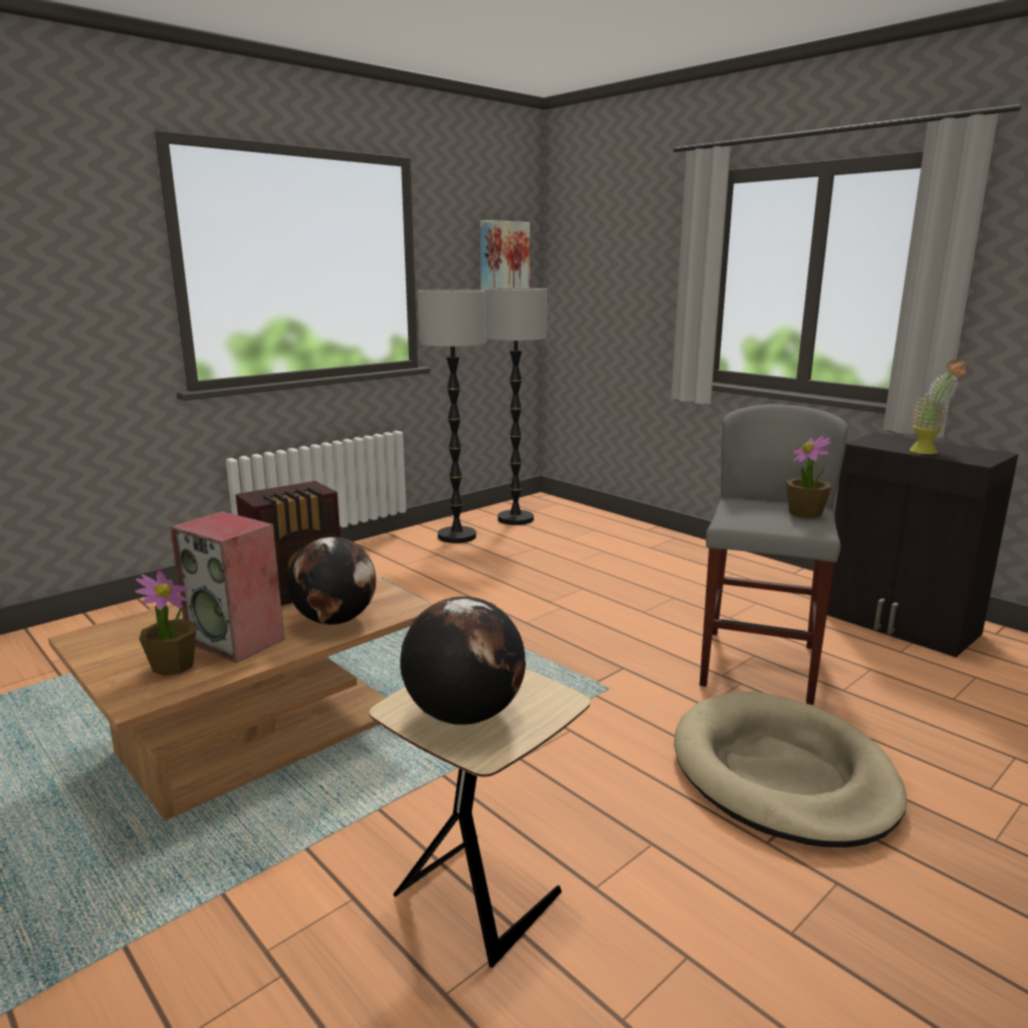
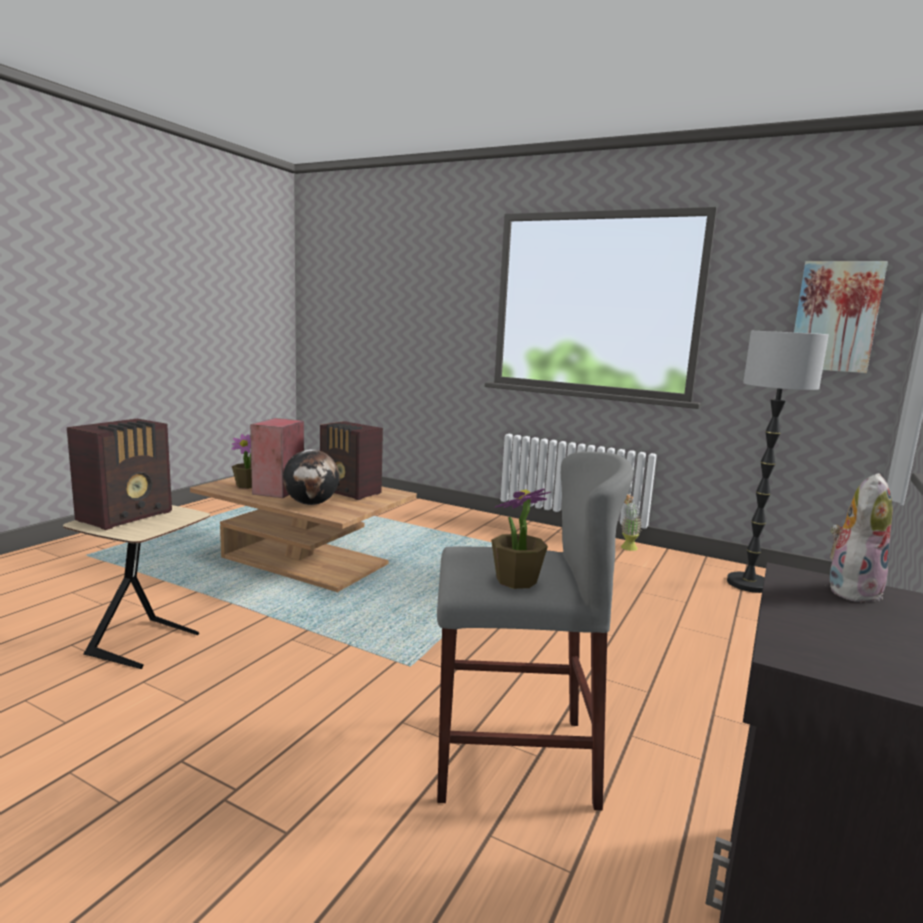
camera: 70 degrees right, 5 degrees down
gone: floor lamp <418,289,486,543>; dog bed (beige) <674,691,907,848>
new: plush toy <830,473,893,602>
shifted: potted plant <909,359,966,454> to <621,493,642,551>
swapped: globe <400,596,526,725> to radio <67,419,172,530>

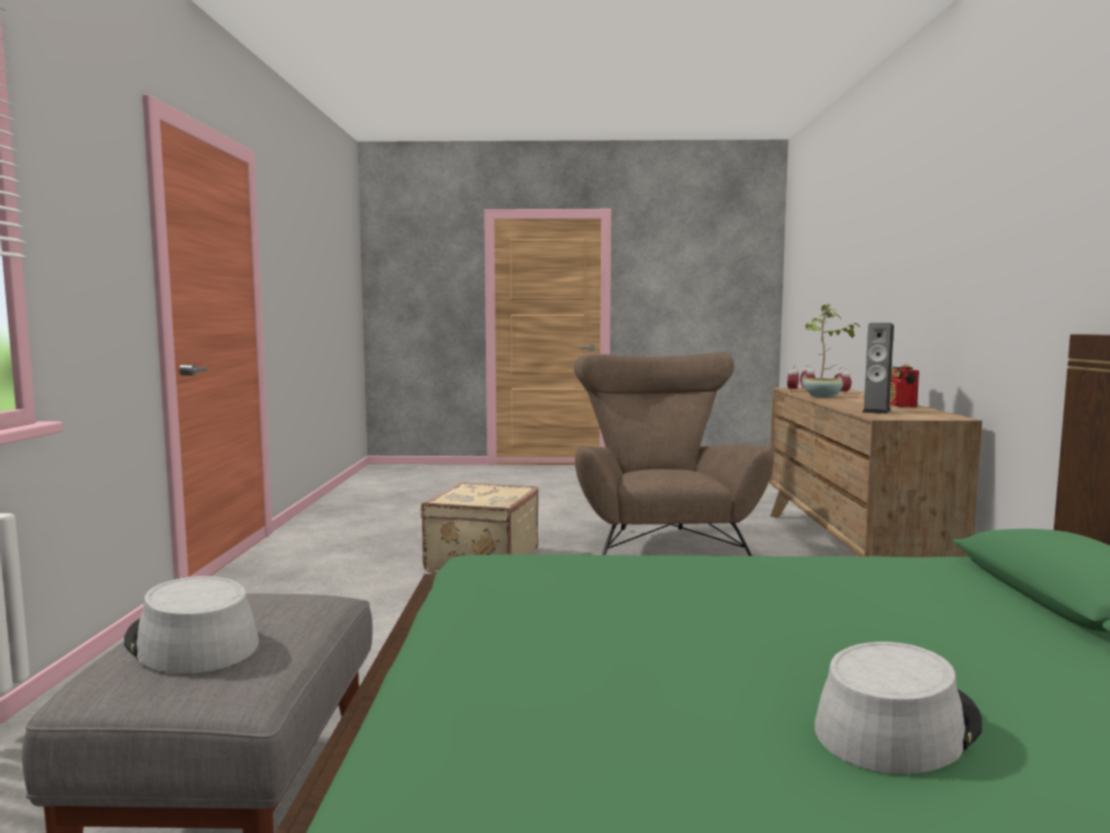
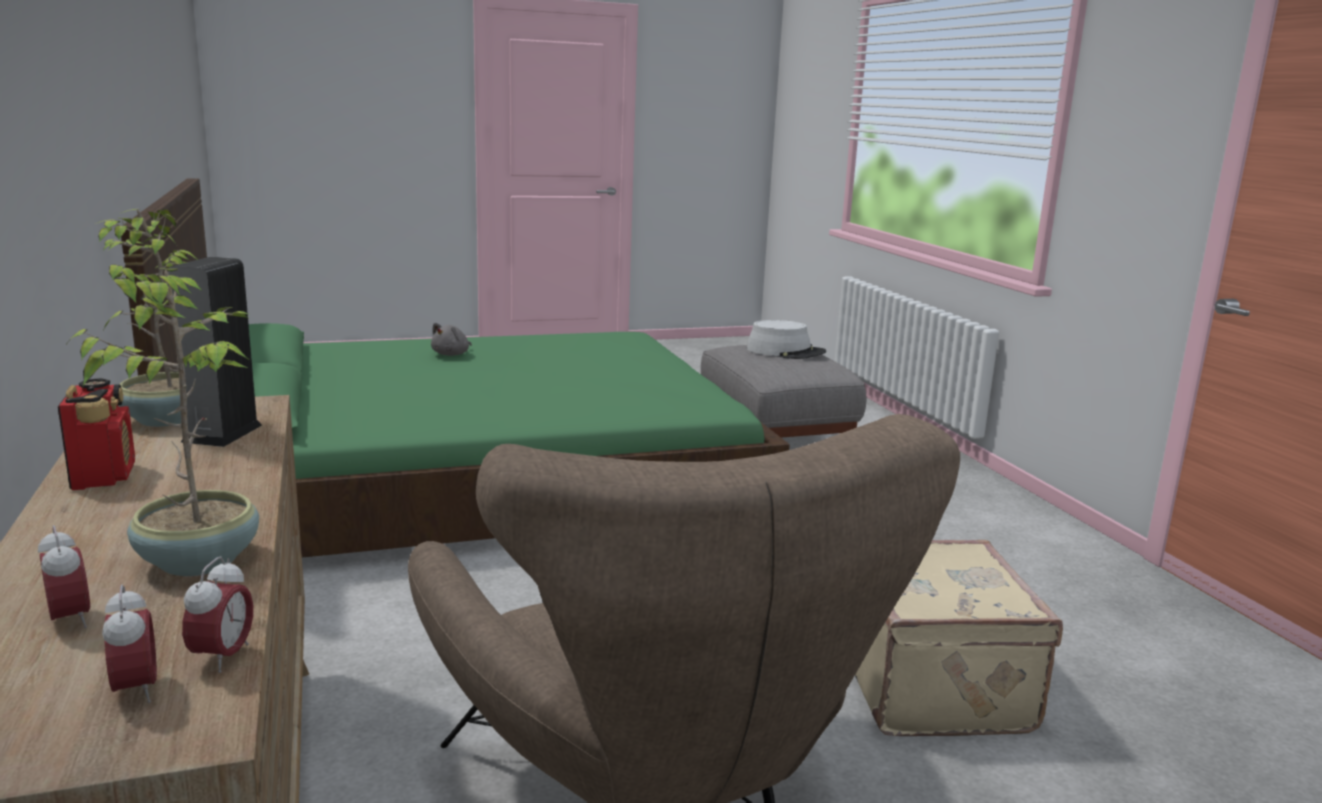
camera: 160 degrees right, 10 degrees up
new: potted plant <95,209,198,427>
swapped: hat (grey) <815,642,983,774> to plush toy (grey) <431,323,472,356>

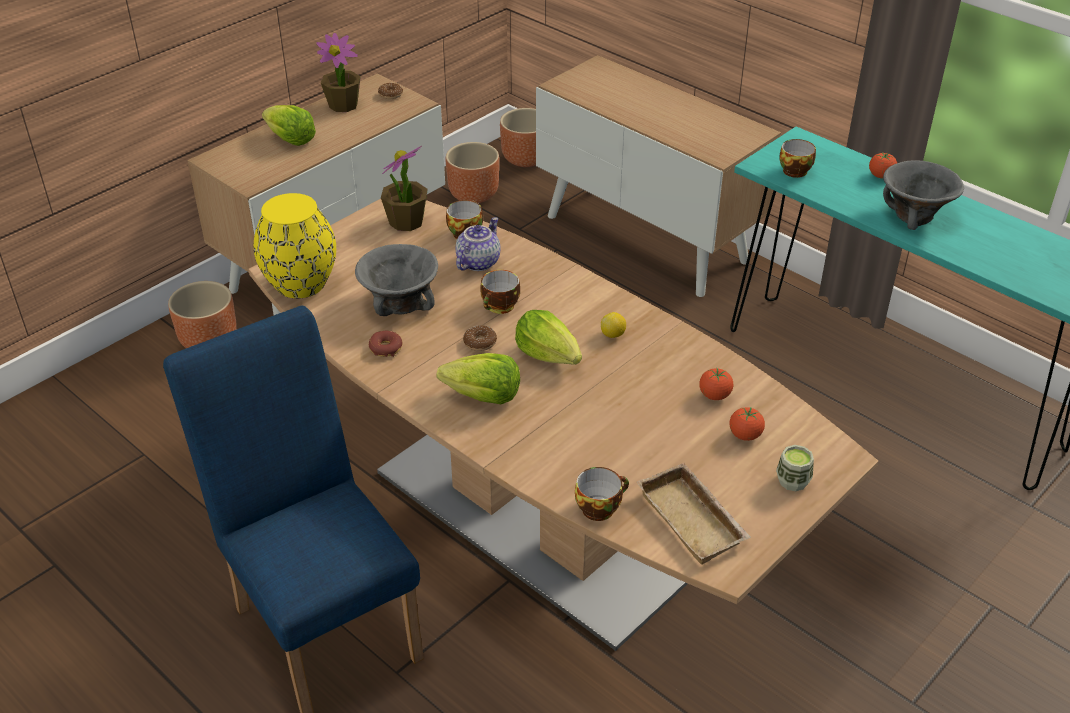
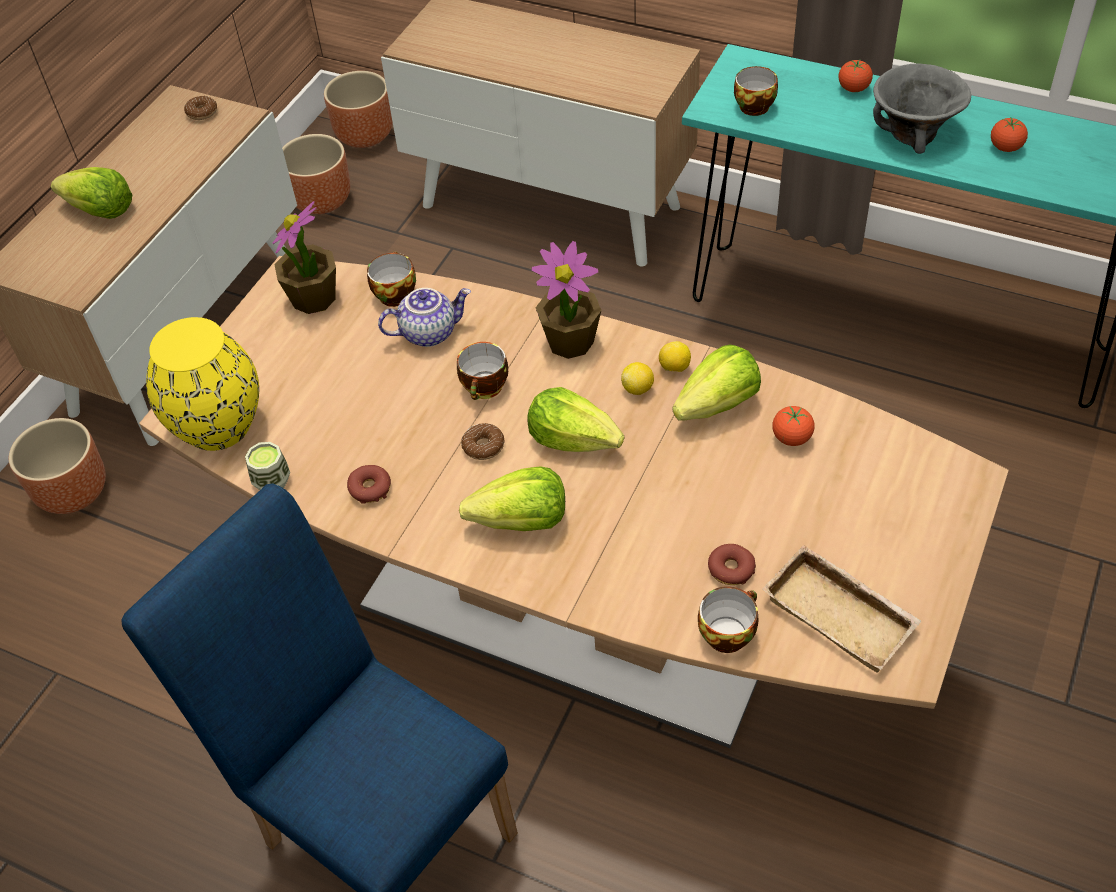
camera: 15 degrees left, 10 degrees up
gone: bowl (grey) <355,244,438,316>
new: lemon <659,341,691,372>; lettuce <673,344,761,421>; donut <708,544,756,585>
shifted: potted plant <316,33,361,112> to <532,241,602,359>; tomato <729,407,765,441> to <991,117,1028,152>; cup <776,445,814,491> to <245,442,290,490>
rotated: teapot <456,217,501,271> = <378,288,471,347> 60 degrees clockwise

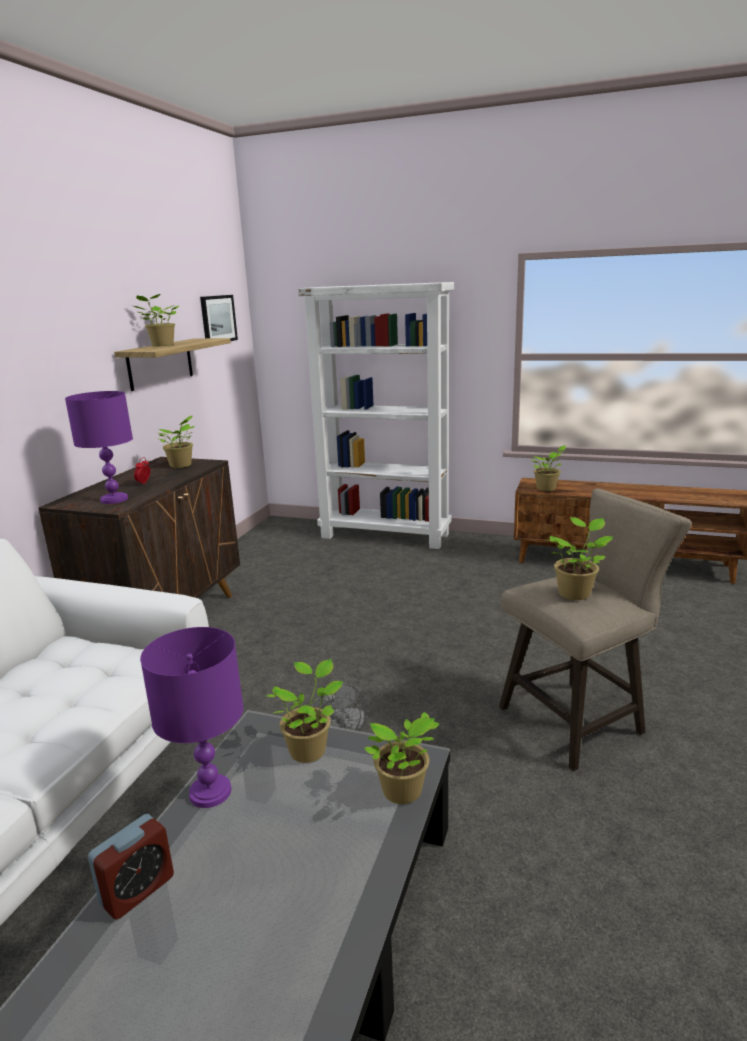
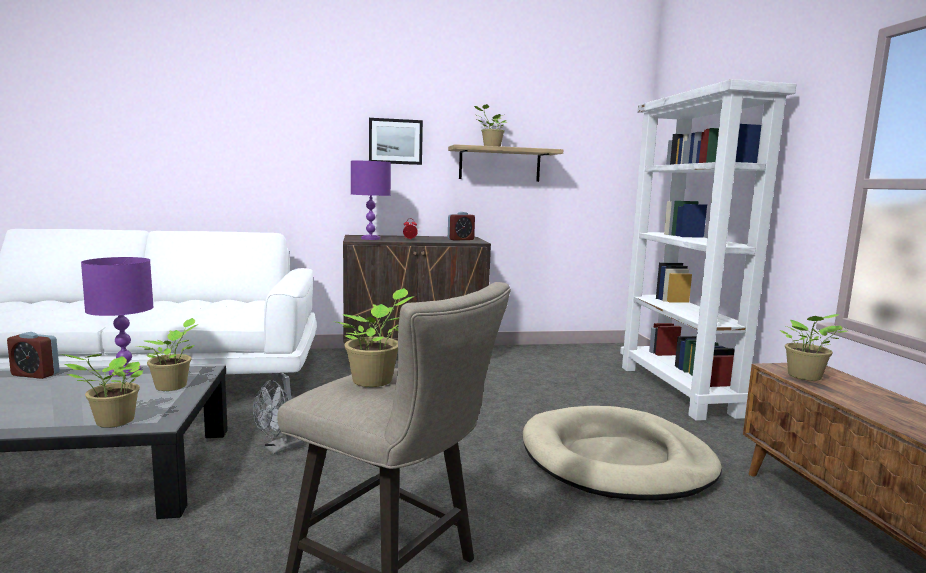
camera: 60 degrees right, 10 degrees down
new: dog bed (beige) <523,406,722,501>
shifted: picture <200,295,238,341> to <369,118,423,165>
swapped: potted plant <159,415,195,468> to alarm clock <448,212,475,241>

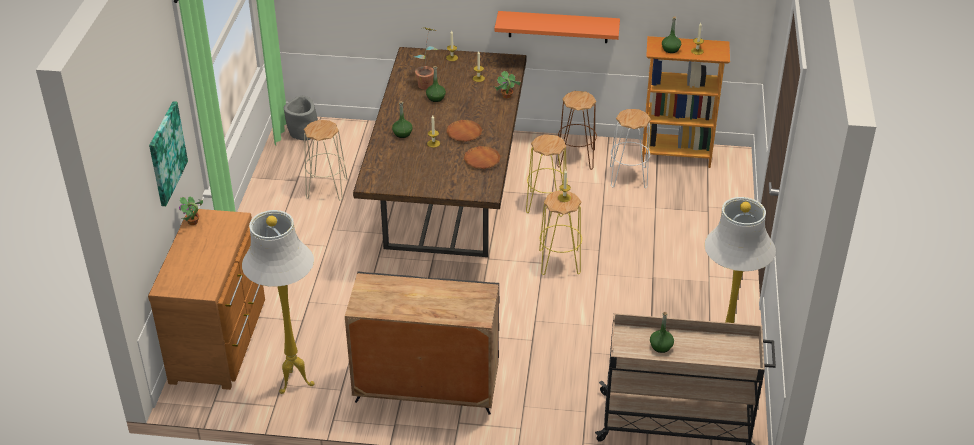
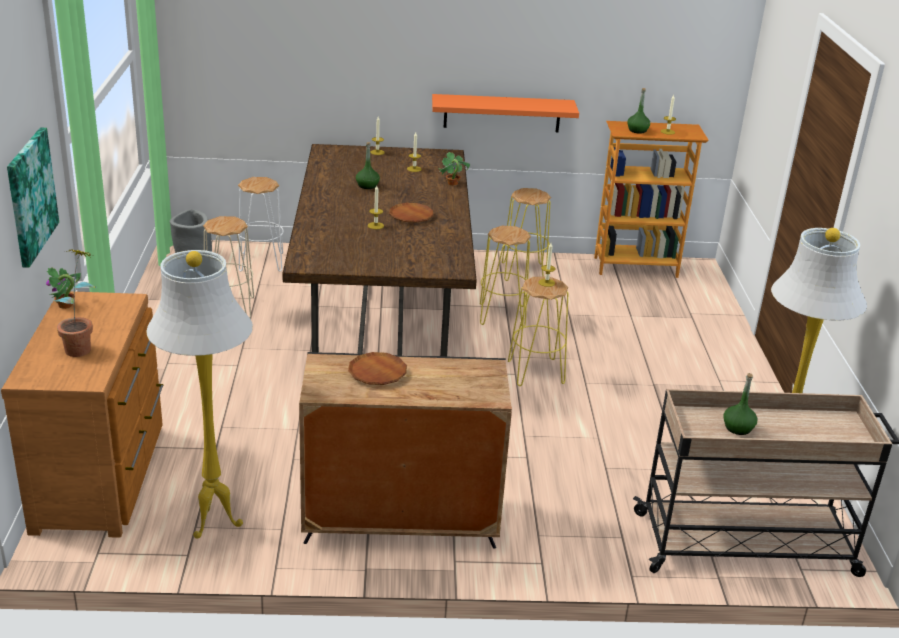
camera: 10 degrees left, 10 degrees down
gone: bottle (green) <392,101,413,138>
shifted: potted plant <415,28,438,90> to <54,249,97,357>; plate (brown) <464,146,501,169> to <348,352,407,385>; stool (white) <610,109,651,188> to <238,177,284,271>
repainted: stool (brown) <557,91,597,170> to stool (yellow) <502,188,551,281>

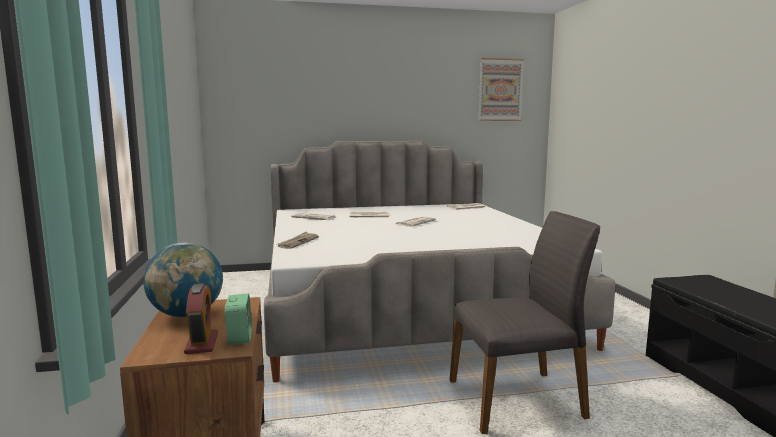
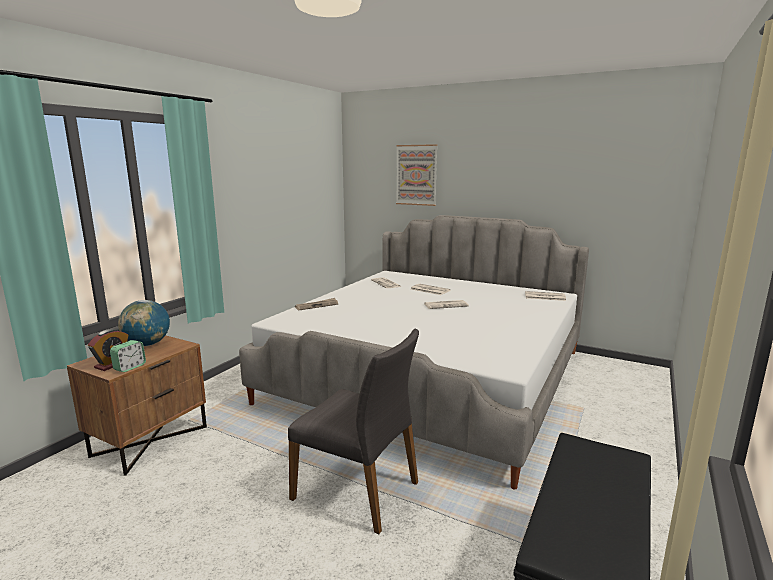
camera: 40 degrees right, 5 degrees up
shifted: picture <478,58,524,121> to <396,144,438,206>

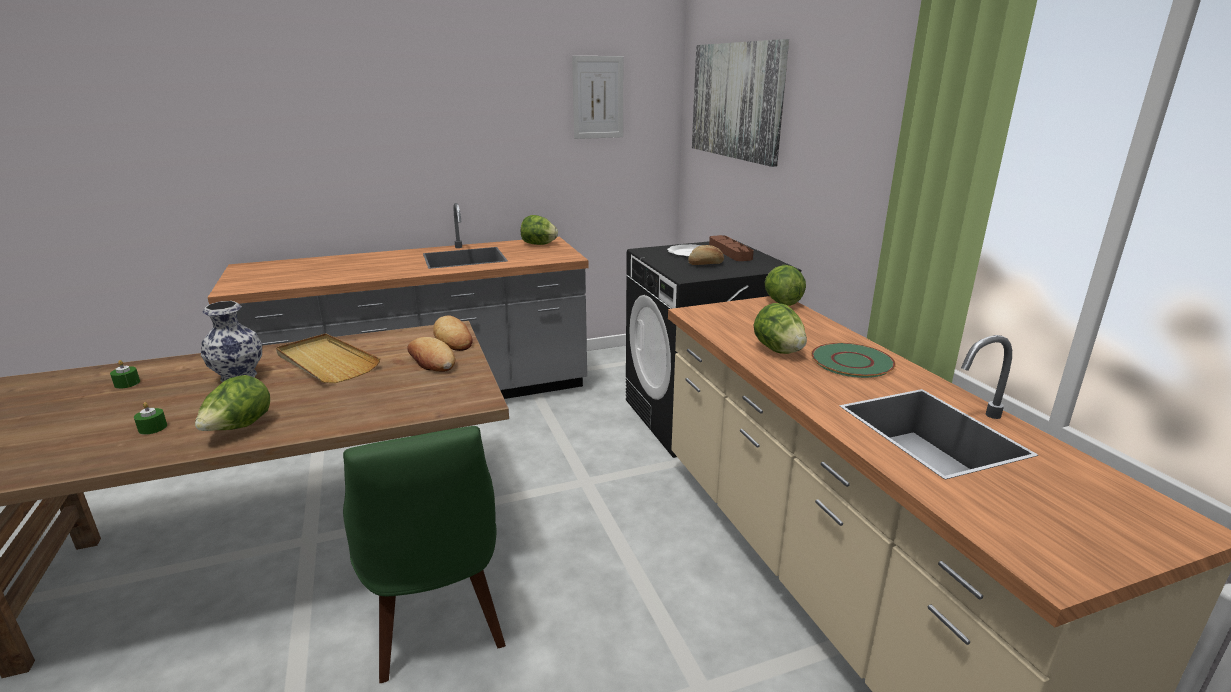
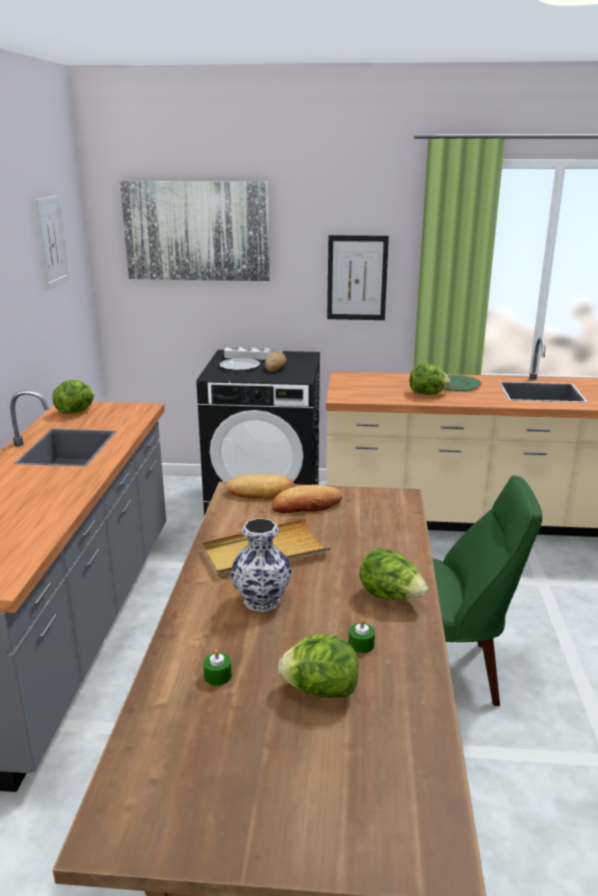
camera: 65 degrees left, 0 degrees up
new: picture <327,235,389,320>
shifted: lettuce <765,265,806,306> to <278,635,358,698>
repainted: tray (brown) <709,235,754,261> to tray (grey) <224,347,282,360>

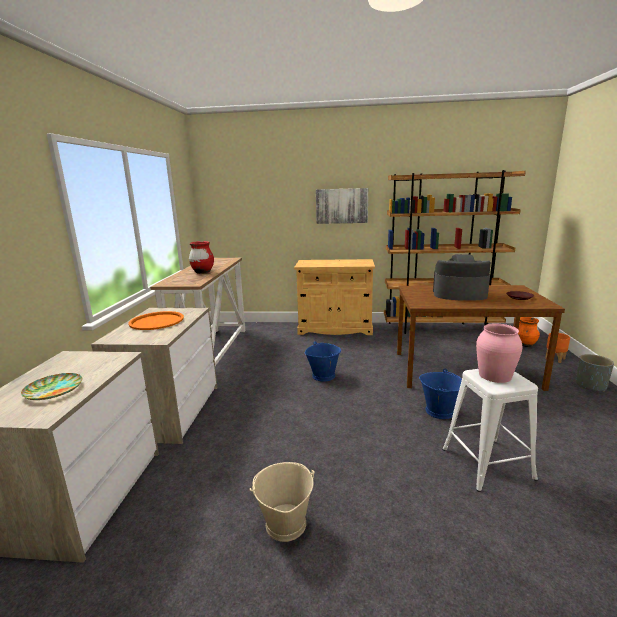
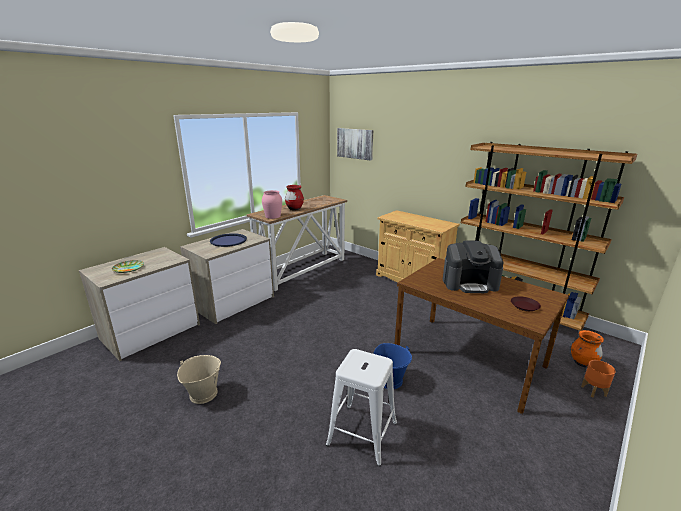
camera: 35 degrees right, 5 degrees up
gone: bucket (blue) <304,341,341,382>; planter (grey) <576,354,614,392>
shifted: picture <316,188,368,224> to <337,128,373,161>; vase (pink) <476,324,522,383> to <262,190,282,219>
repainted: tray (orange) <128,311,184,330> to tray (blue) <210,233,247,247>
rotated: coffee machine <433,254,491,301> = <443,240,504,293> 135 degrees clockwise

